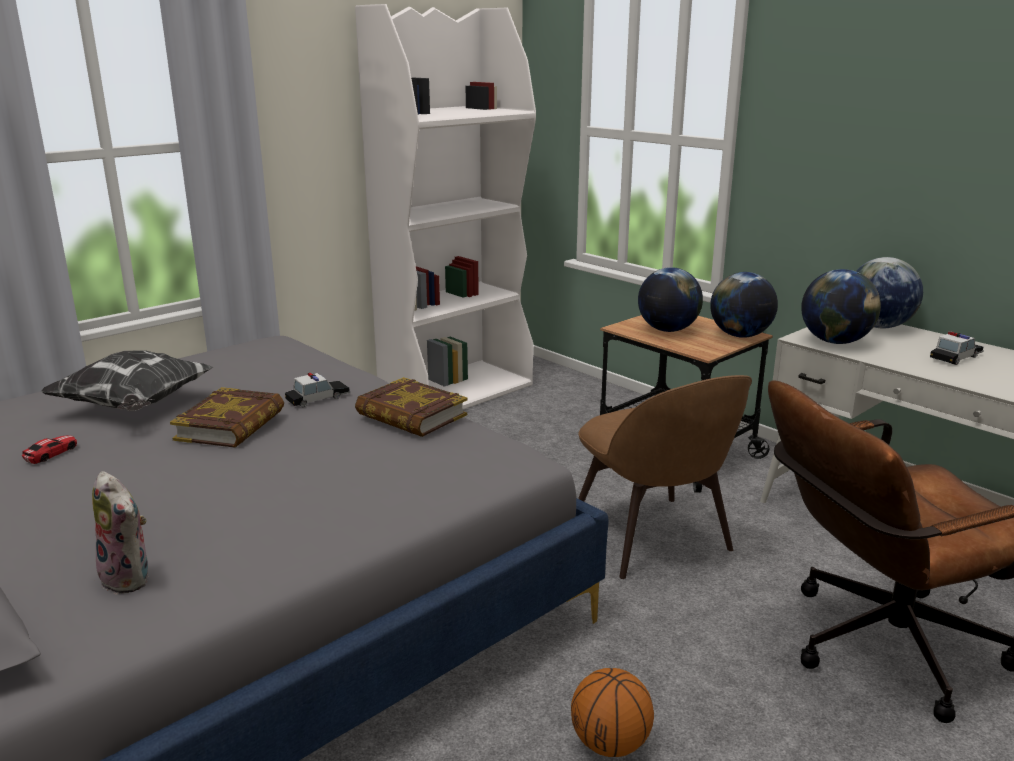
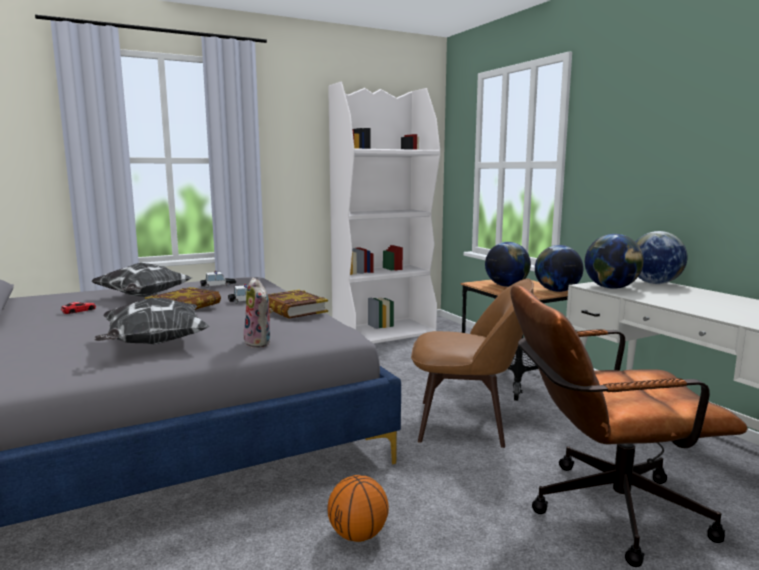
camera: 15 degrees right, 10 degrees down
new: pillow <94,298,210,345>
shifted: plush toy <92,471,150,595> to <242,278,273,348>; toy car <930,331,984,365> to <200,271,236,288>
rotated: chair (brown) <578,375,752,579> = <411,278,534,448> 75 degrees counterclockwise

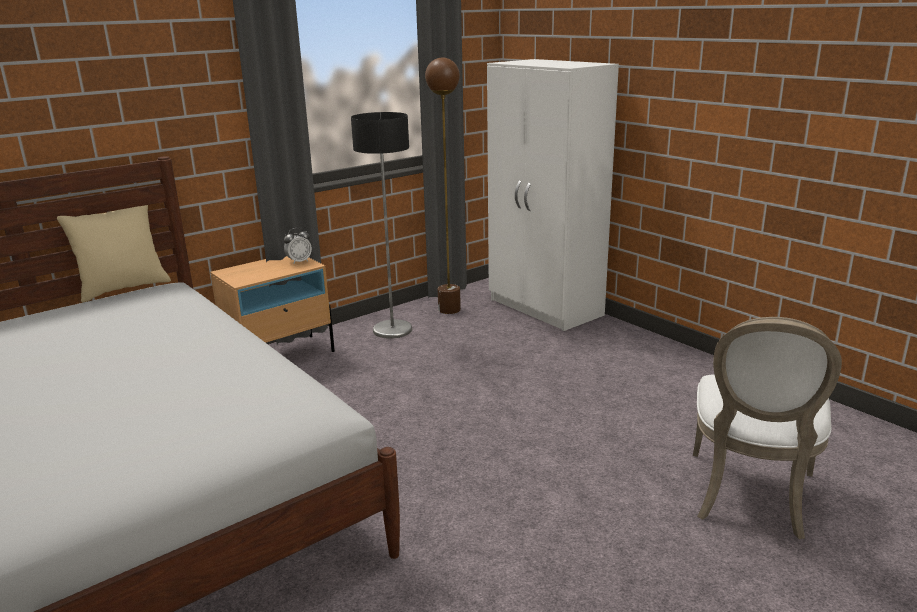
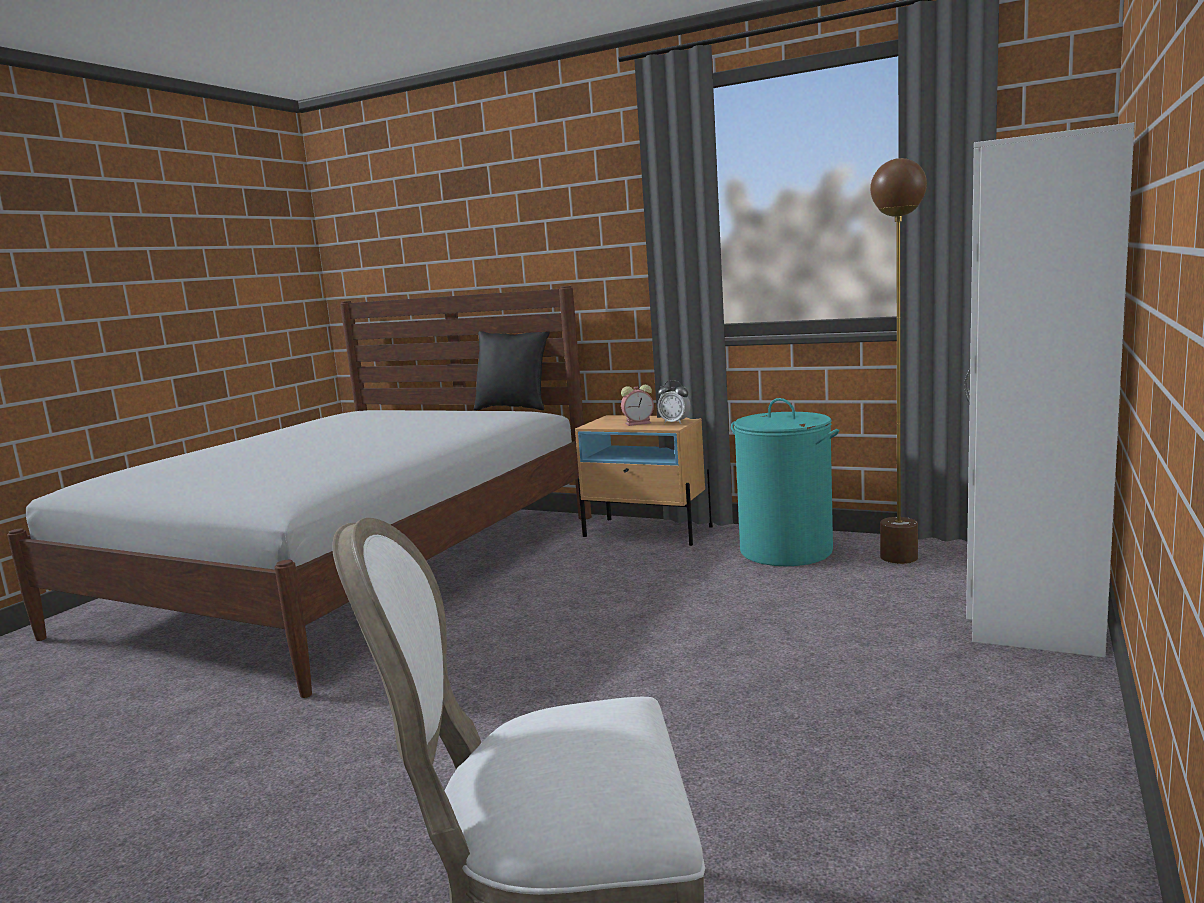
camera: 65 degrees right, 10 degrees down
new: alarm clock <621,385,654,426>
swapped: floor lamp <351,112,412,339> to laundry basket (turquoise) <731,398,839,566>
repainted: pillow (beige) <57,205,171,303> to pillow (black) <474,331,550,411>

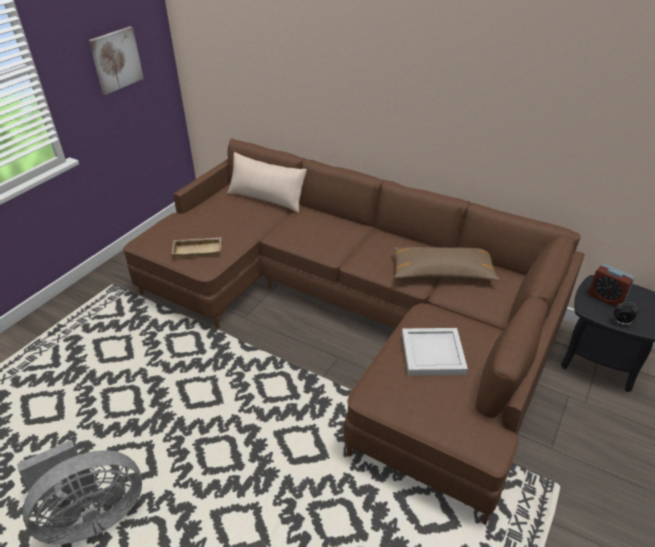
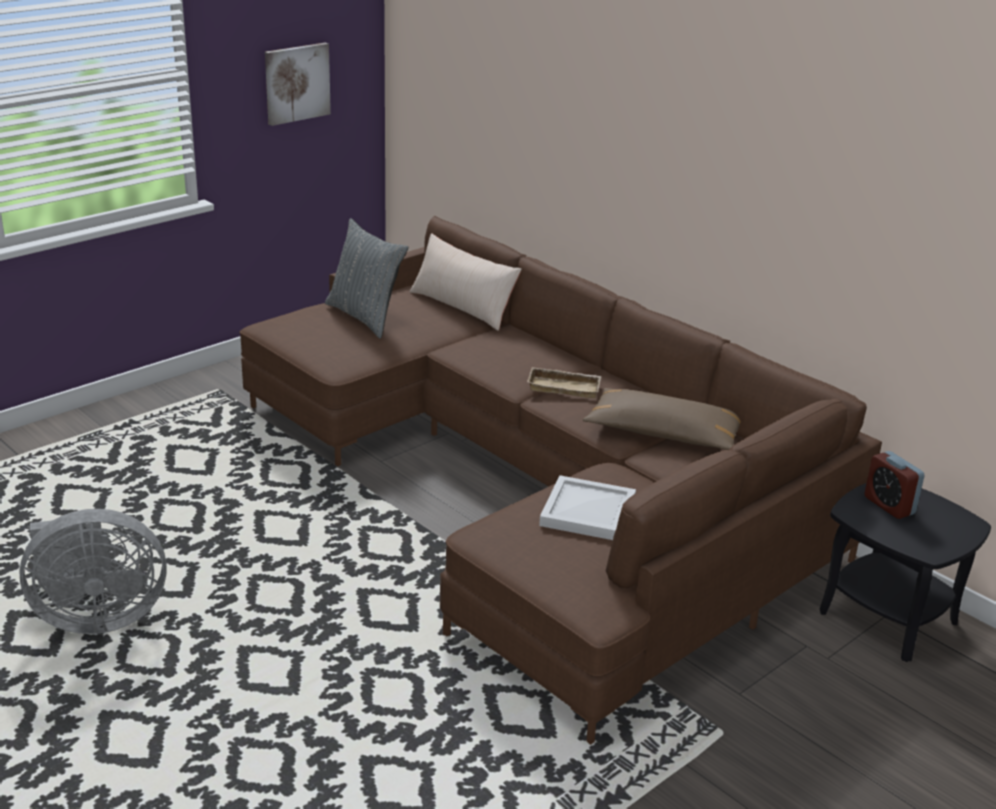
camera: 15 degrees right, 10 degrees down
gone: alarm clock <614,302,639,326>
new: pillow (grey) <325,218,408,339>
shifted: tray (beige) <172,238,221,258> to <527,367,602,398>

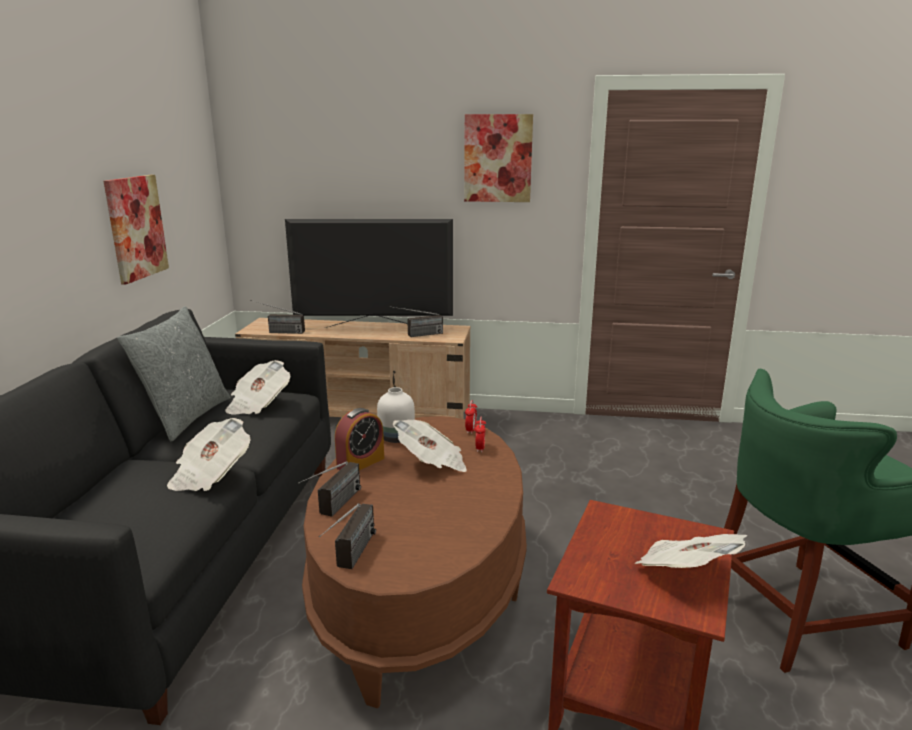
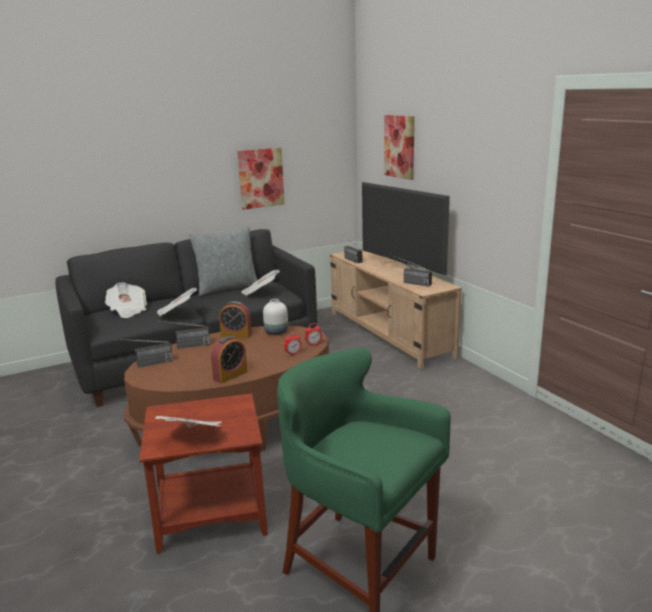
camera: 55 degrees right, 0 degrees up
new: alarm clock <211,336,247,384>
shifted: newspaper <393,419,467,472> to <105,283,147,318>; picture <464,114,533,202> to <384,115,415,180>

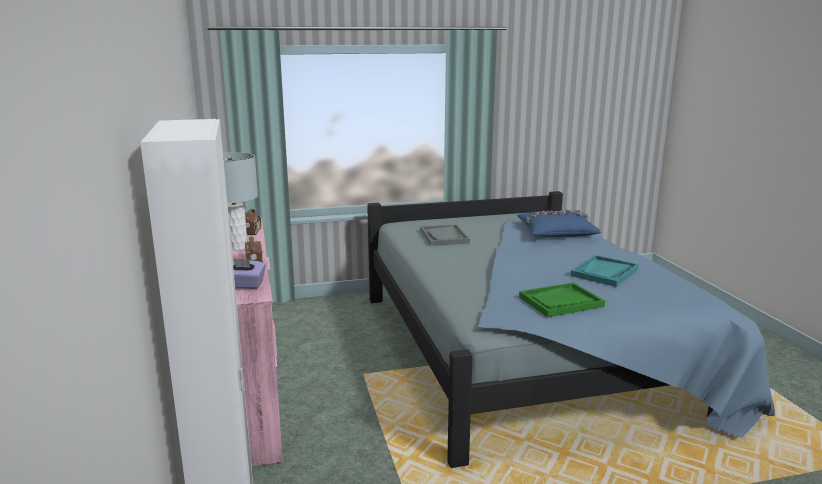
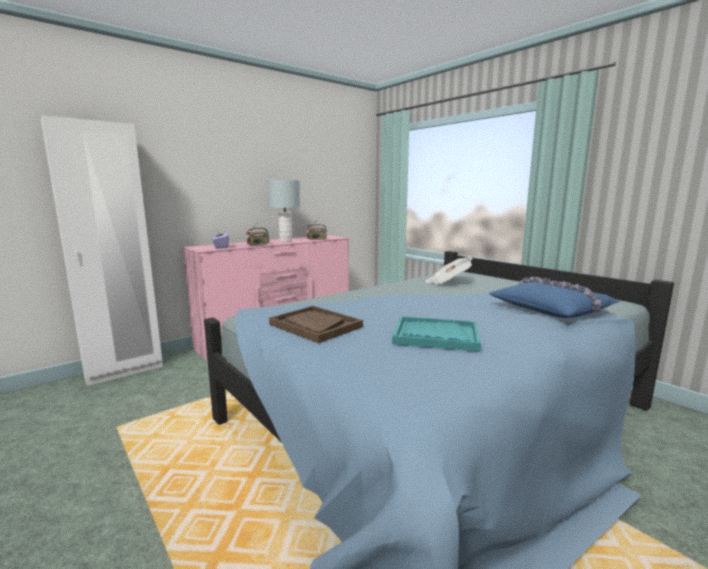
camera: 65 degrees right, 5 degrees down
swapped: tray (grey) <420,224,470,246> to newspaper <425,257,472,284>
repainted: tray (green) <519,282,605,317> to tray (brown) <269,306,363,343>

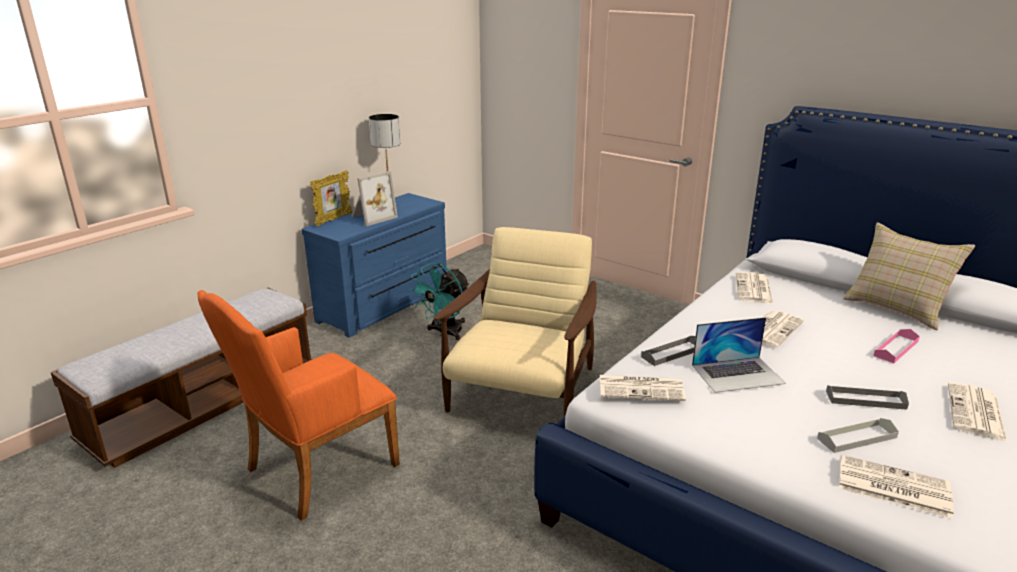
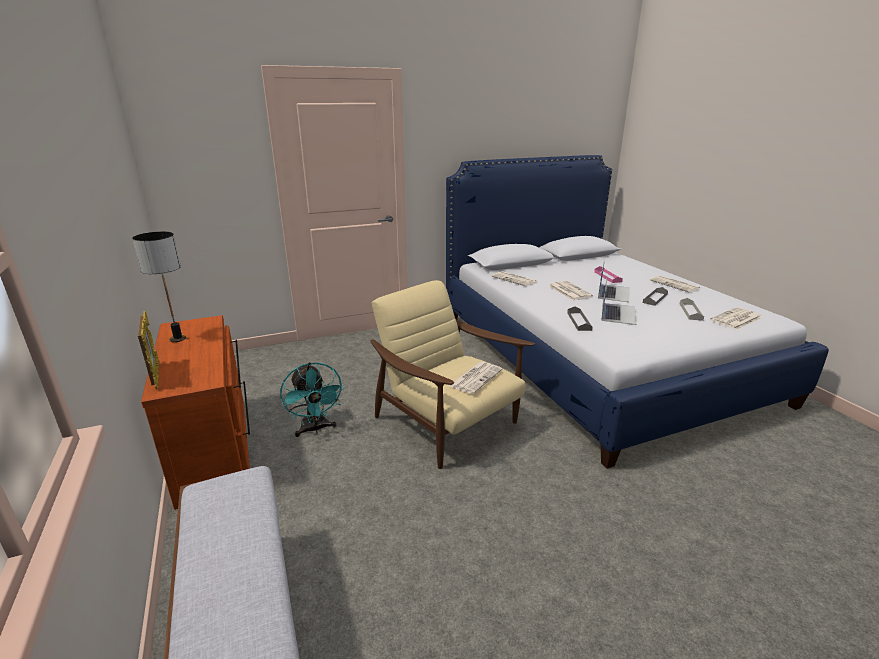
camera: 60 degrees left, 0 degrees up
gone: armchair (orange) <197,290,400,521>; picture frame <351,171,398,226>; pillow (beige) <843,222,975,330>
new: laptop <598,260,630,302>
shifted: newspaper <600,375,686,401> to <448,362,502,394>
repainted: dresser (blue) <302,193,447,338> to dresser (brown) <141,315,250,510>

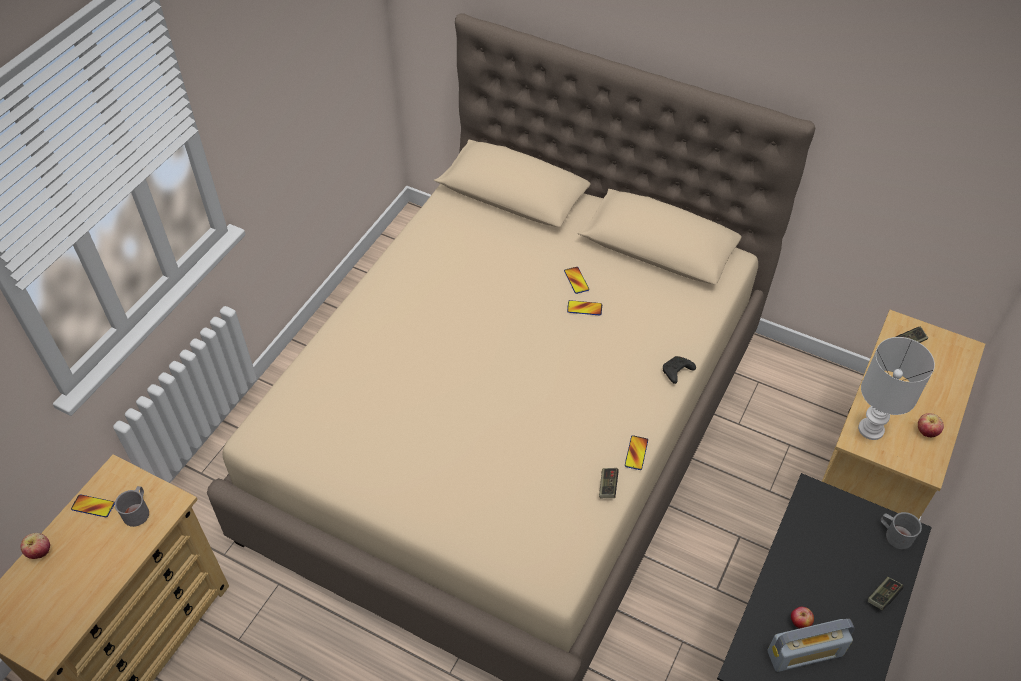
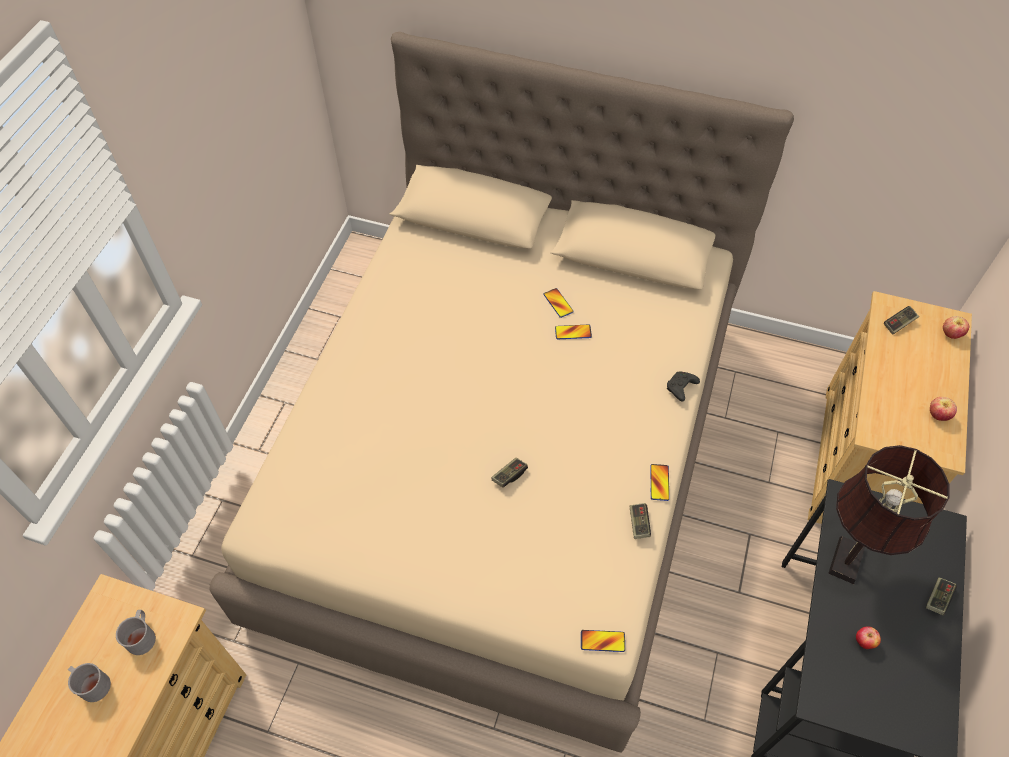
camera: 10 degrees left, 5 degrees up
gone: radio <767,619,855,672>; table lamp (white) <858,337,935,440>
new: game controller <492,458,528,488>; table lamp (brown) <828,445,950,584>
shifted: apple <20,533,50,559> to <943,316,969,339>; phone <71,494,115,517> to <581,630,625,652>; mug (grey) <881,512,922,549> to <68,663,111,702>

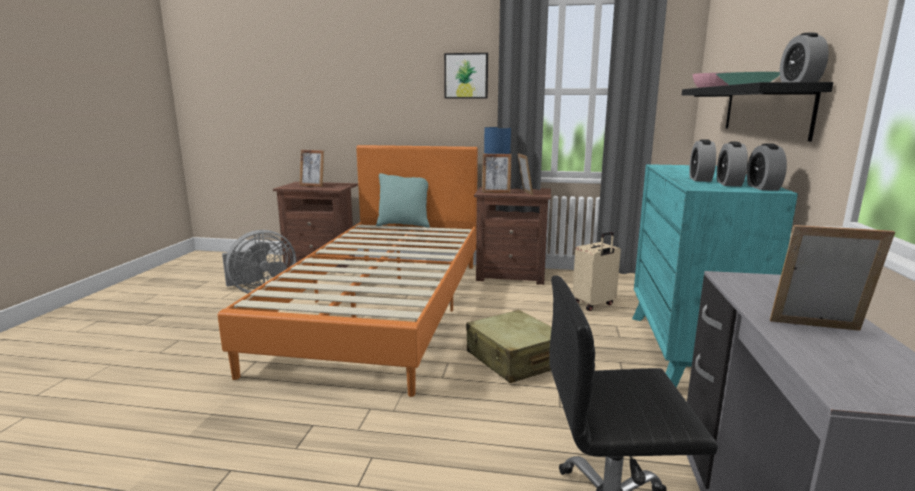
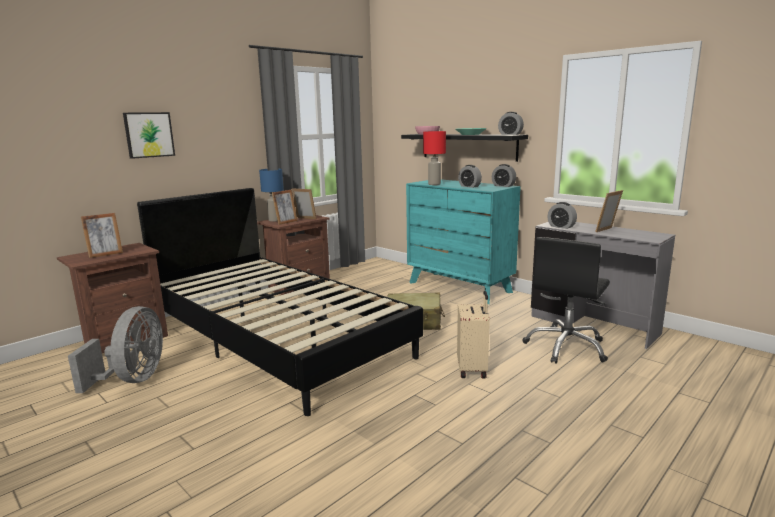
camera: 55 degrees left, 0 degrees up
gone: pillow (turquoise) <376,173,430,228>
new: table lamp (red) <423,131,446,185>
shifted: picture <444,53,488,99> to <123,112,175,159>; suitcase (beige) <572,232,621,311> to <457,291,490,378>; alarm clock <717,142,748,186> to <548,202,577,229>
repainted: bed (orange) <218,145,478,397> to bed (black) <137,188,423,416>

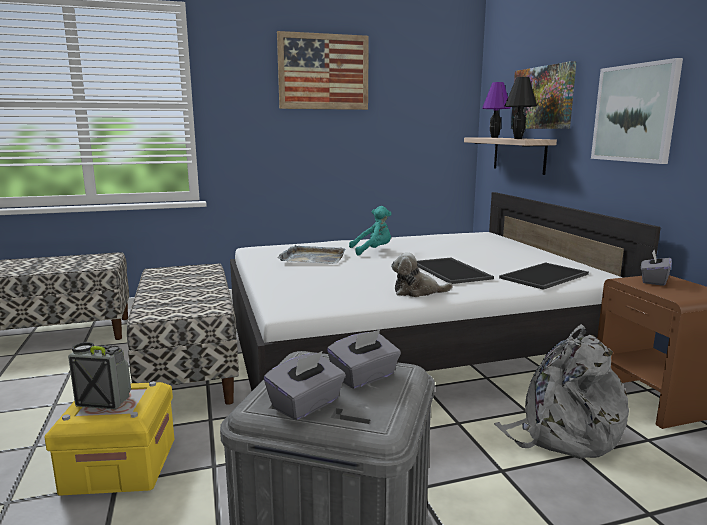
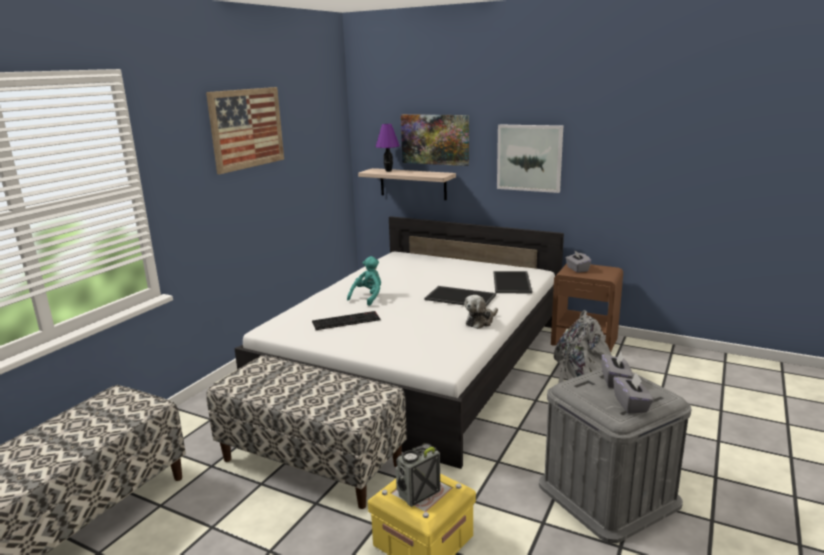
camera: 45 degrees left, 5 degrees up
gone: table lamp (black) <505,77,537,139>
swapped: tray (grey) <278,245,345,264> to keyboard <312,311,381,330>

